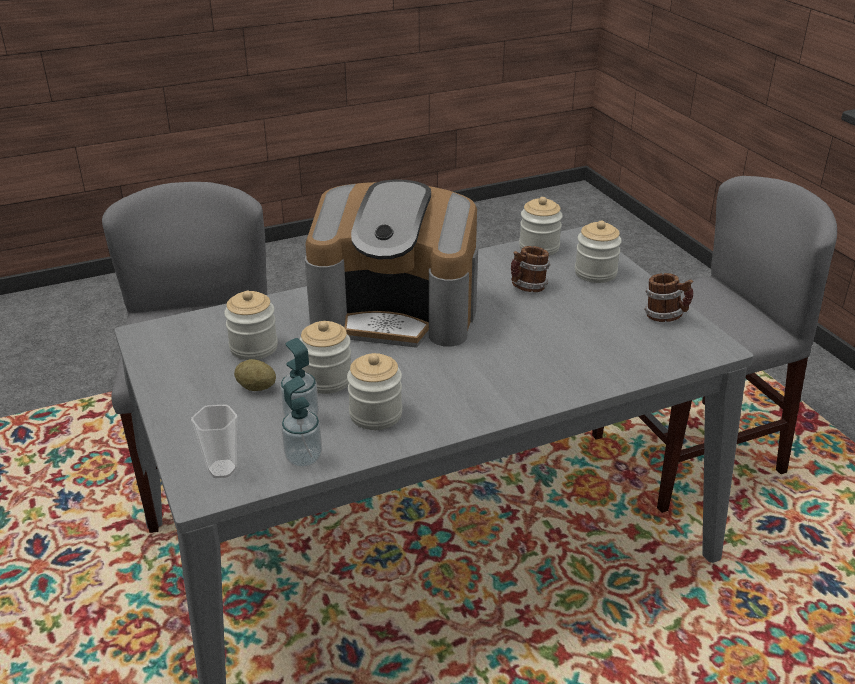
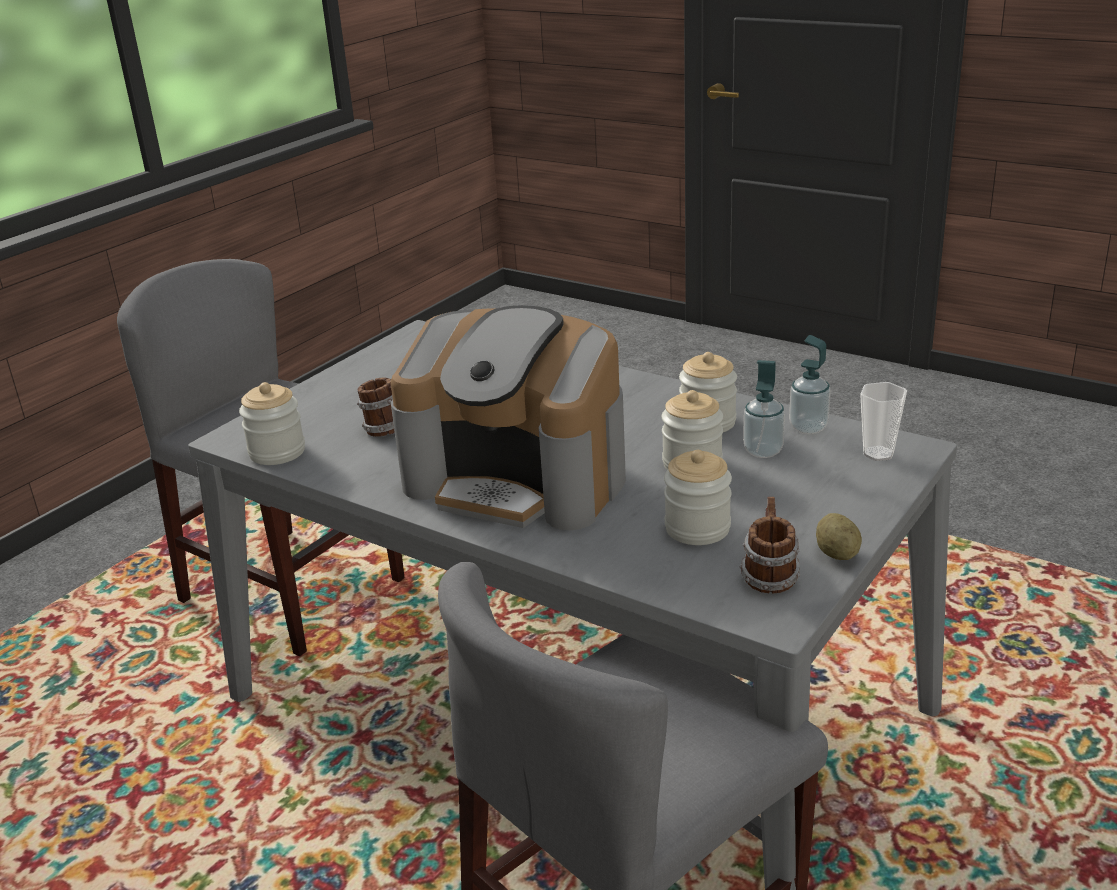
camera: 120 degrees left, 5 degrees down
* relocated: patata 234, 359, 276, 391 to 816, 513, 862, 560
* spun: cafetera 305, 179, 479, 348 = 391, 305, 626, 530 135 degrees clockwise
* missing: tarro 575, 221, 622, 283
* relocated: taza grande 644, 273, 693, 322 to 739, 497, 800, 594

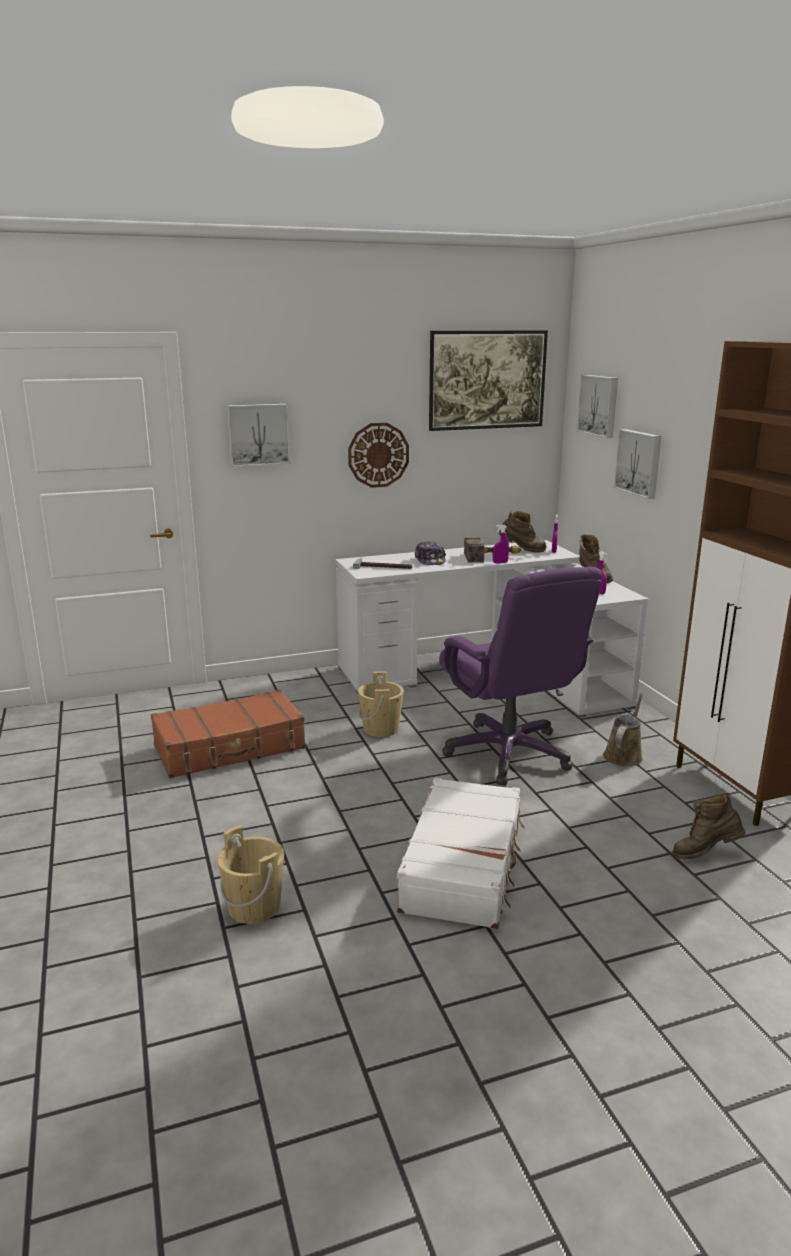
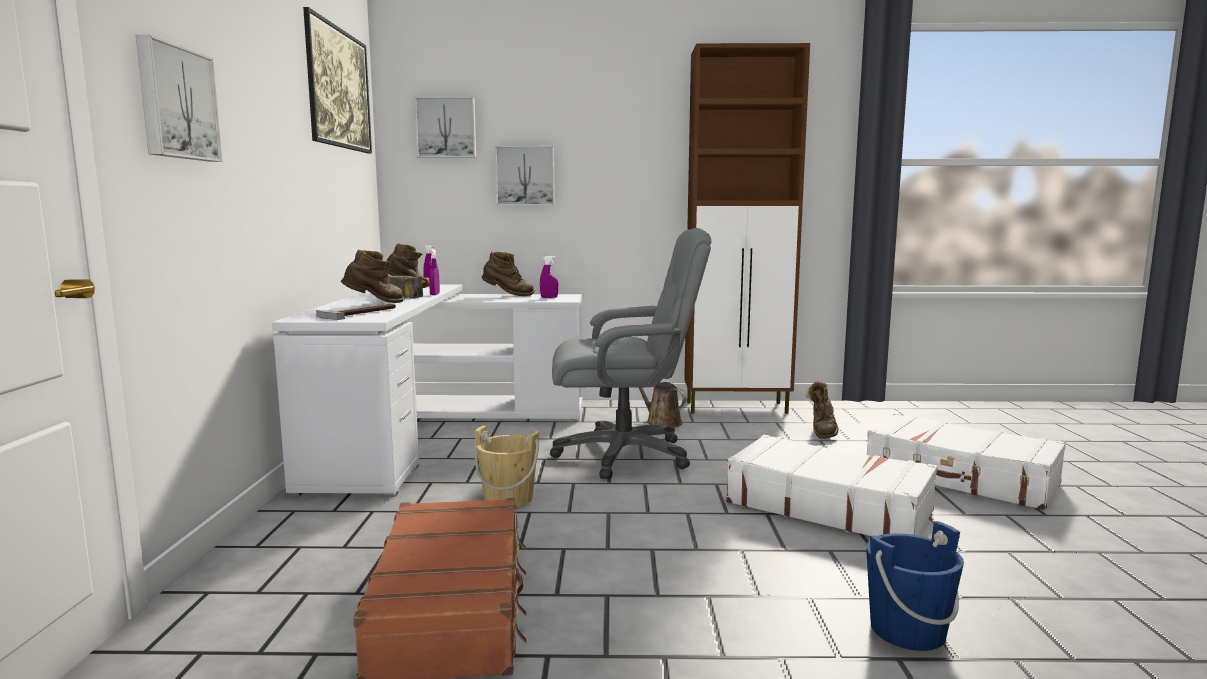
camera: 70 degrees left, 10 degrees down
* colour: cubo (beis) 217, 825, 284, 924 to cubo (azul) 866, 521, 964, 651
* missing: reloj de pared 348, 423, 409, 488
* exchanged: gorra 415, 542, 446, 565 to bota (marrón) 341, 250, 404, 303
* colour: silla de oficina (morado) 439, 567, 602, 785 to silla de oficina (gris) 550, 228, 712, 479
* appeared: maleta (blanco) 867, 413, 1066, 510

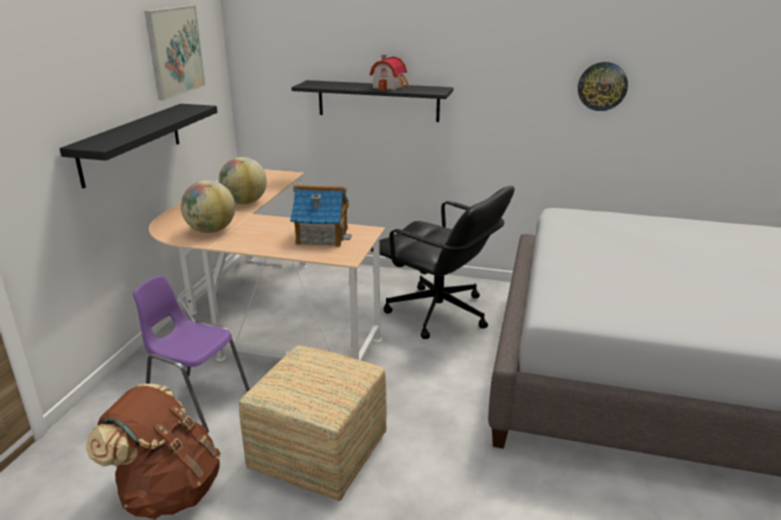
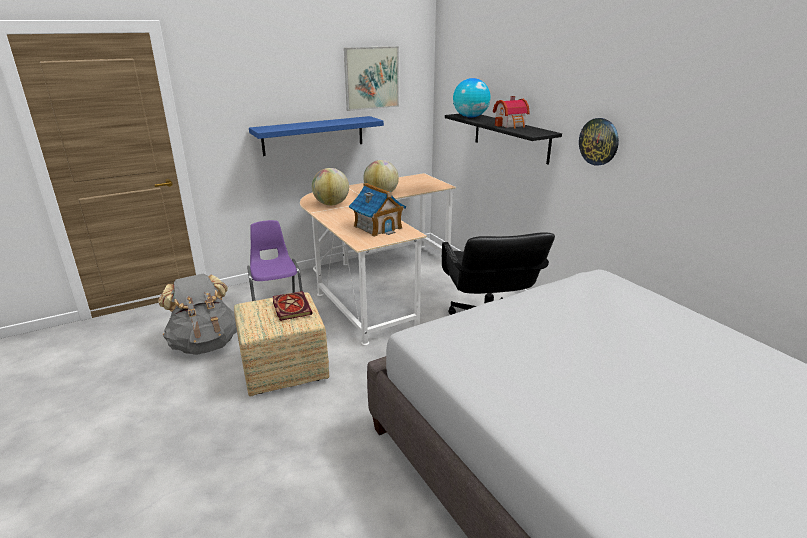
camera: 45 degrees right, 0 degrees up
* colour: estante (negro) 60, 104, 217, 189 to estante (azul) 249, 116, 384, 156
* colour: mochila (marrón) 85, 384, 220, 519 to mochila (gris) 159, 274, 237, 355
* relocated: reloj de pared 578, 62, 628, 111 to 579, 118, 619, 166
* appeared: libro 273, 291, 313, 321
* appeared: globo terráqueo 453, 78, 491, 118

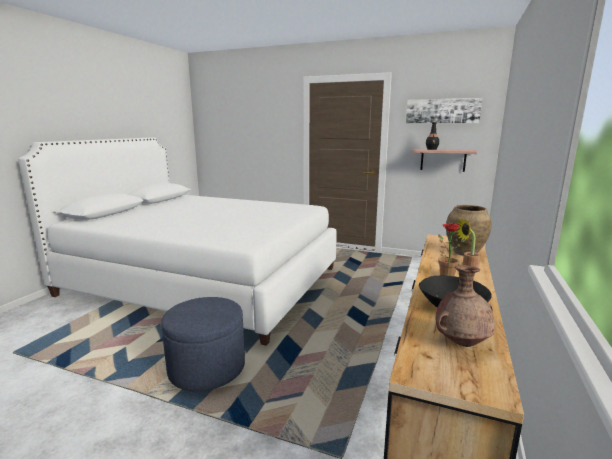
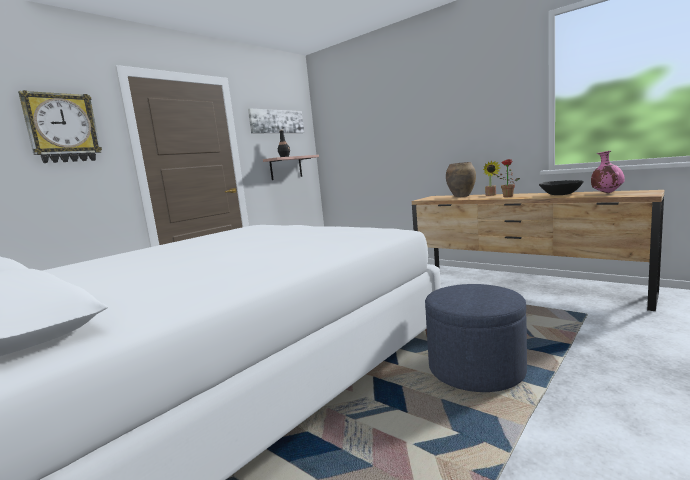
camera: 70 degrees left, 5 degrees down
* colour: florero (marrón) 435, 265, 495, 347 to florero (rosa) 591, 151, 625, 193
* appeared: reloj de pared 18, 90, 102, 163

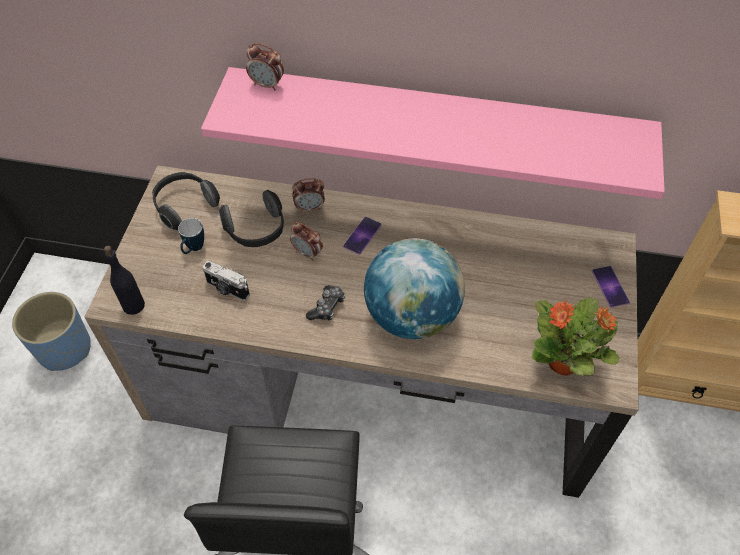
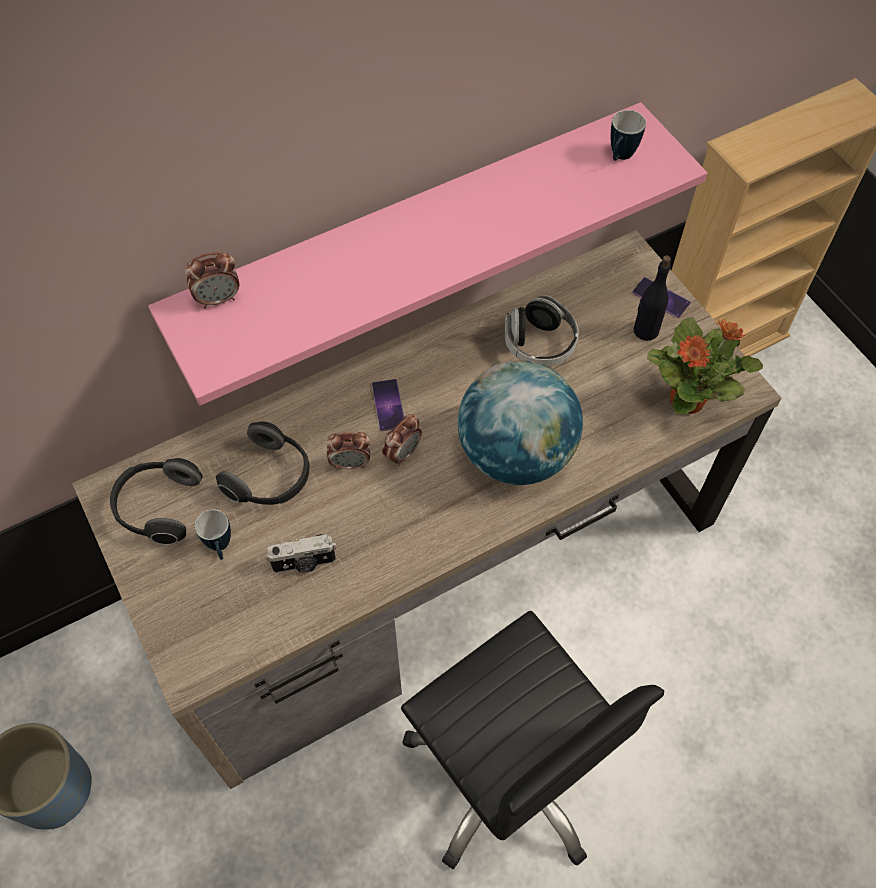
camera: 40 degrees left, 5 degrees up
* relocated: botella (negro) 104, 246, 145, 315 to 634, 255, 671, 341
* relocated: despertador 293, 178, 325, 213 to 382, 414, 422, 466
* missing: mando de consola 306, 285, 345, 320
* appeared: auriculares 505, 295, 579, 366
* appeared: taza grande 611, 110, 646, 161

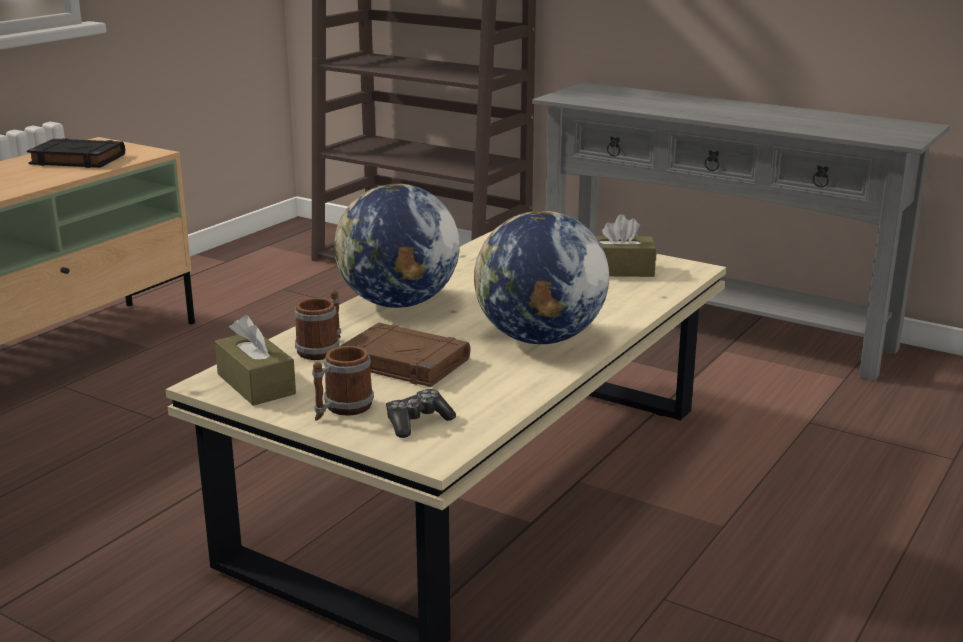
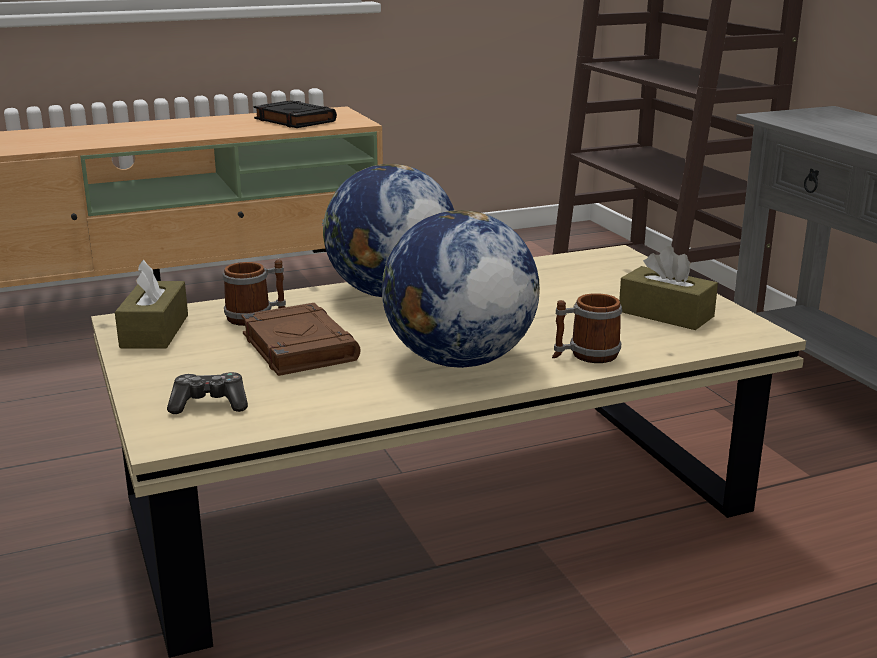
camera: 35 degrees right, 0 degrees up
* relocated: taza grande 312, 346, 374, 421 to 552, 293, 622, 363

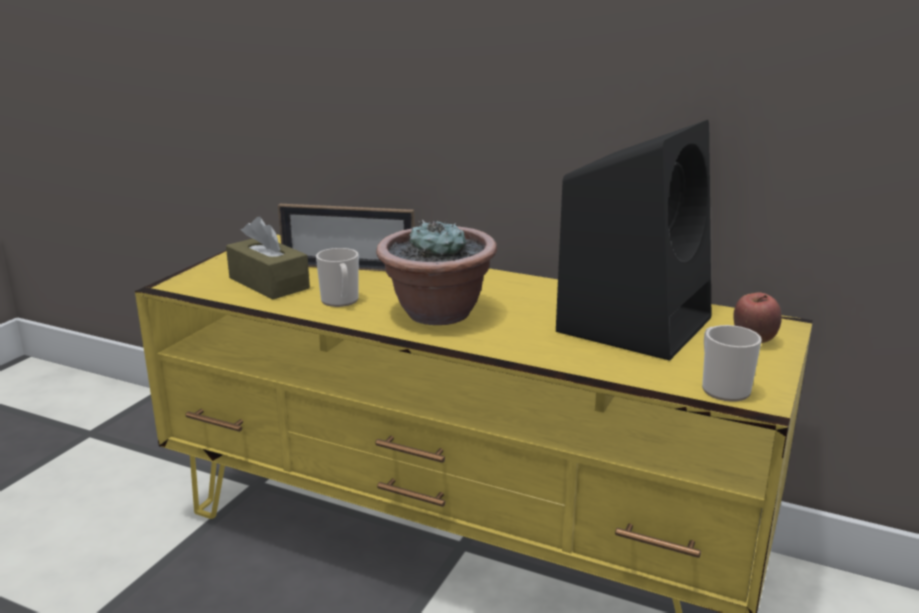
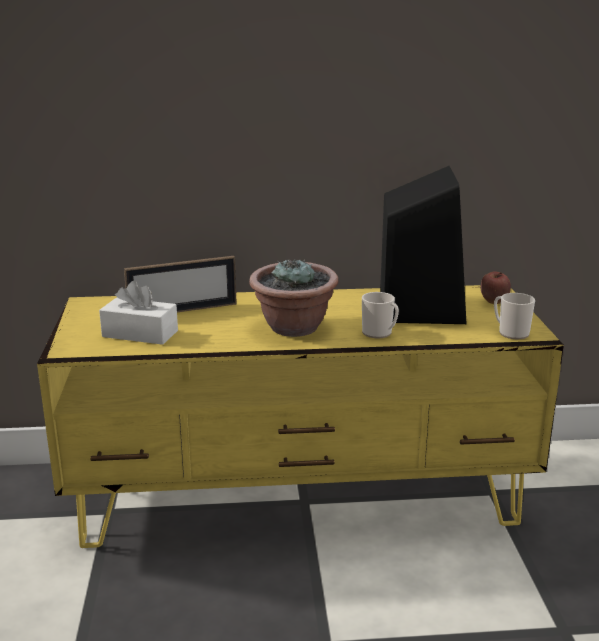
camera: 30 degrees left, 0 degrees up
* colour: caja de pañuelos (marrón) 226, 217, 310, 299 to caja de pañuelos (blanco) 99, 281, 178, 345
* relocated: taza grande 316, 248, 359, 307 to 362, 292, 399, 338

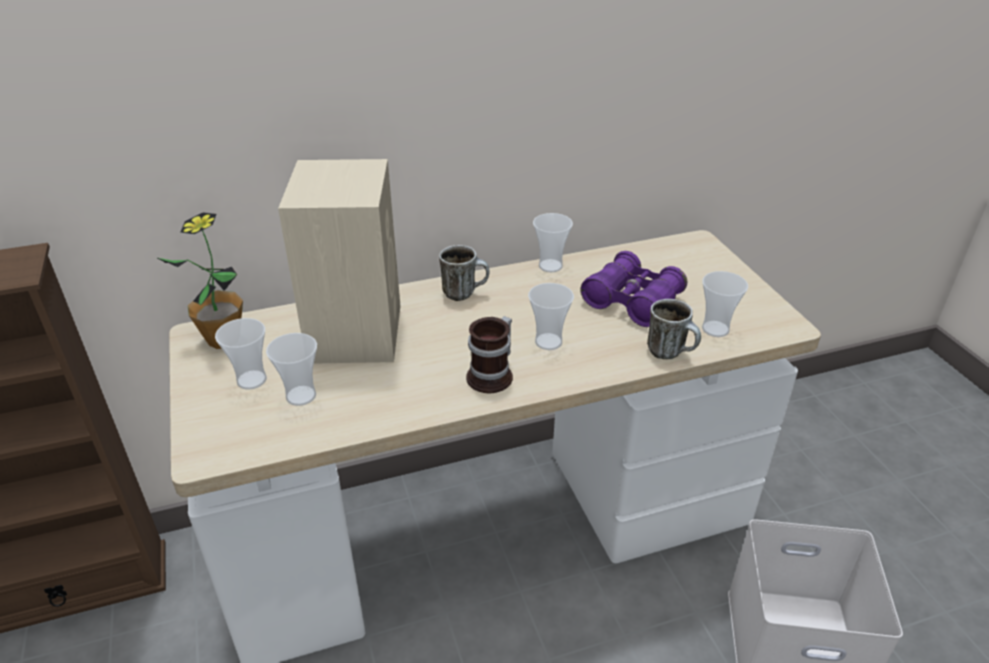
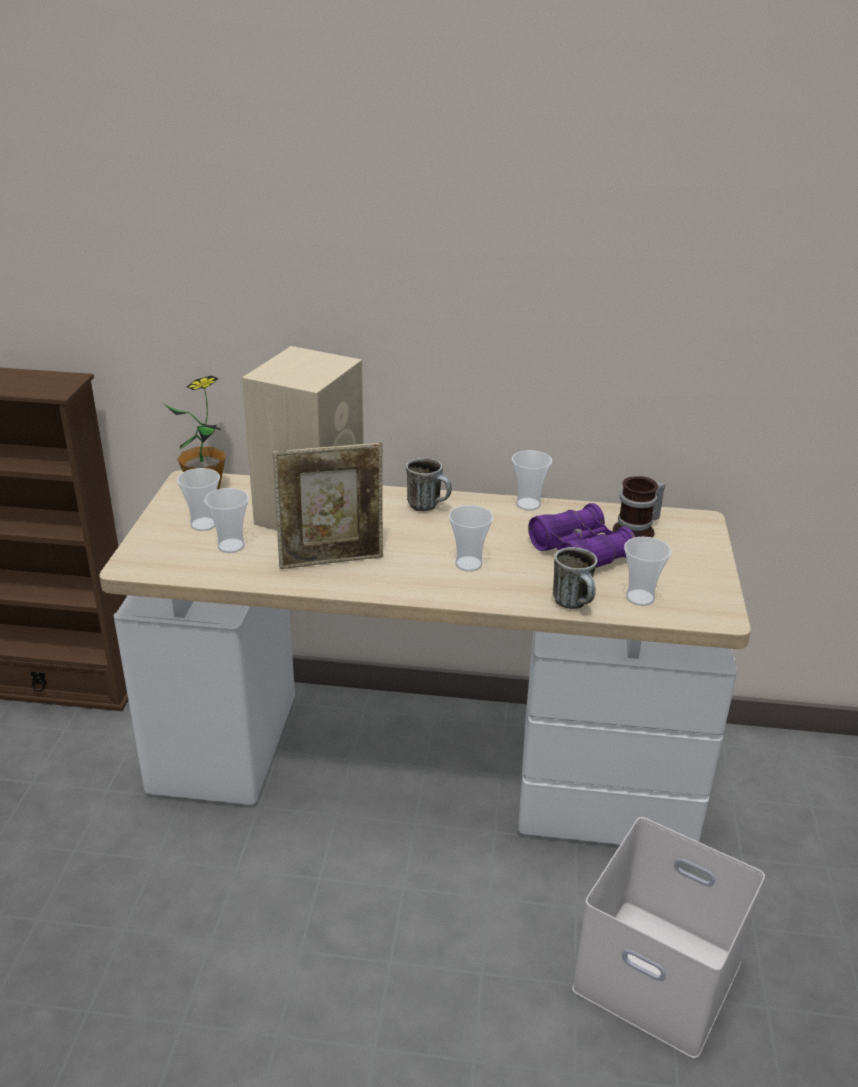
camera: 25 degrees right, 5 degrees down
* relocated: taza grande 466, 316, 513, 393 to 613, 476, 666, 538
* appeared: portarretratos 273, 443, 383, 569

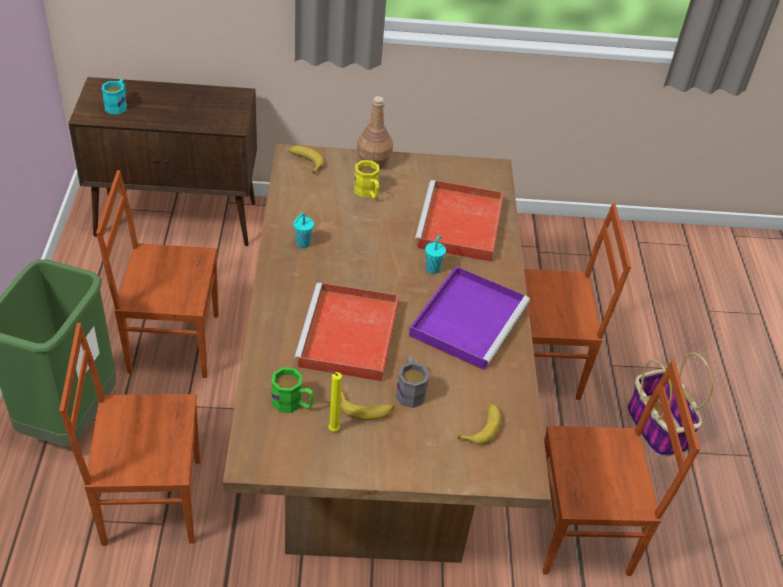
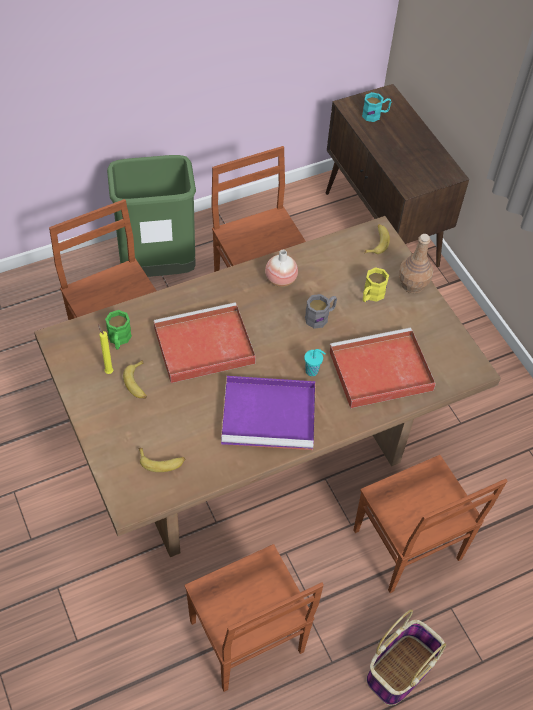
camera: 65 degrees right, 10 degrees up
* exchanged: taza (turquesa) 293, 212, 314, 248 to florero 265, 250, 298, 287
* relocated: taza grande (gris) 396, 355, 429, 408 to 305, 294, 337, 329

